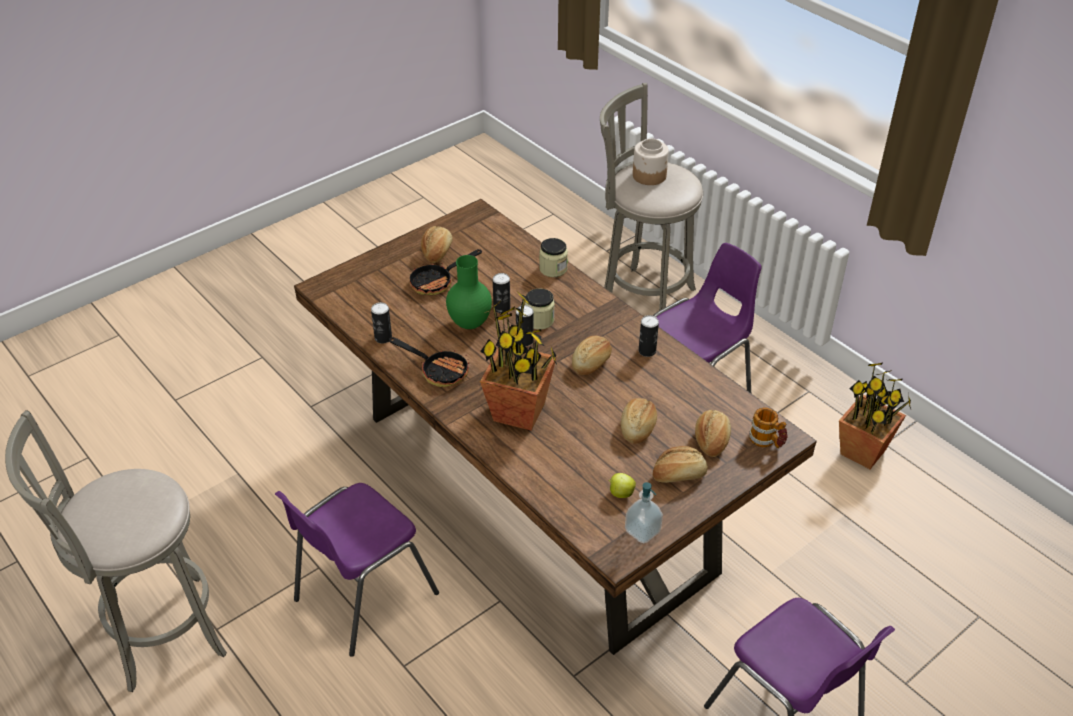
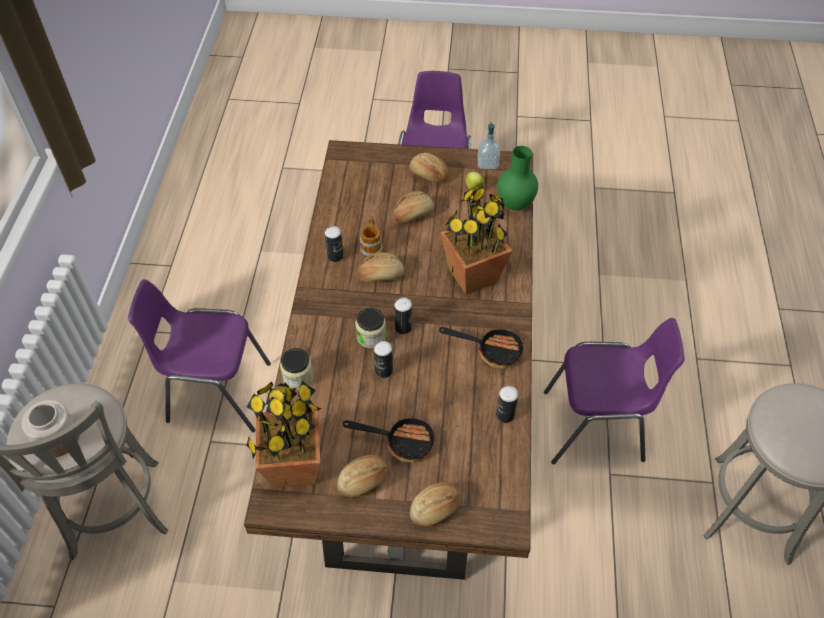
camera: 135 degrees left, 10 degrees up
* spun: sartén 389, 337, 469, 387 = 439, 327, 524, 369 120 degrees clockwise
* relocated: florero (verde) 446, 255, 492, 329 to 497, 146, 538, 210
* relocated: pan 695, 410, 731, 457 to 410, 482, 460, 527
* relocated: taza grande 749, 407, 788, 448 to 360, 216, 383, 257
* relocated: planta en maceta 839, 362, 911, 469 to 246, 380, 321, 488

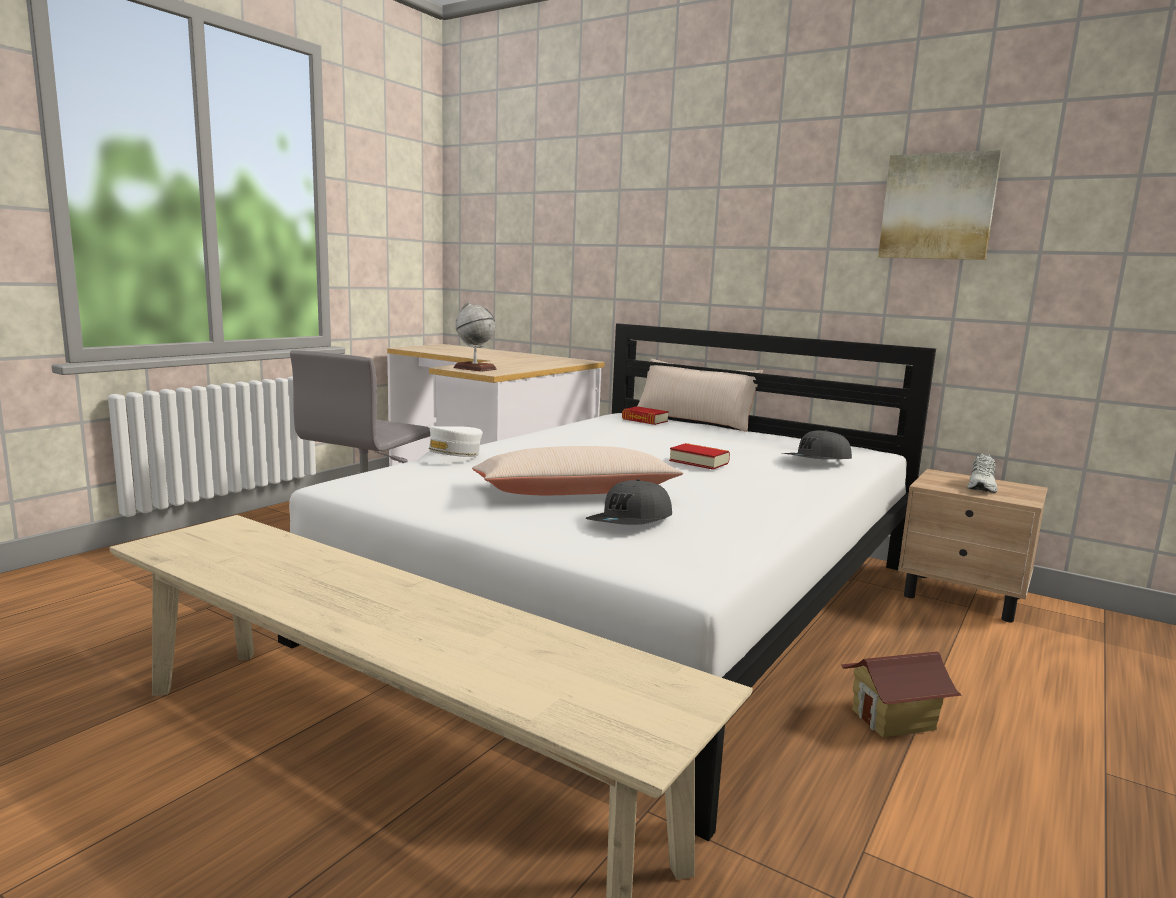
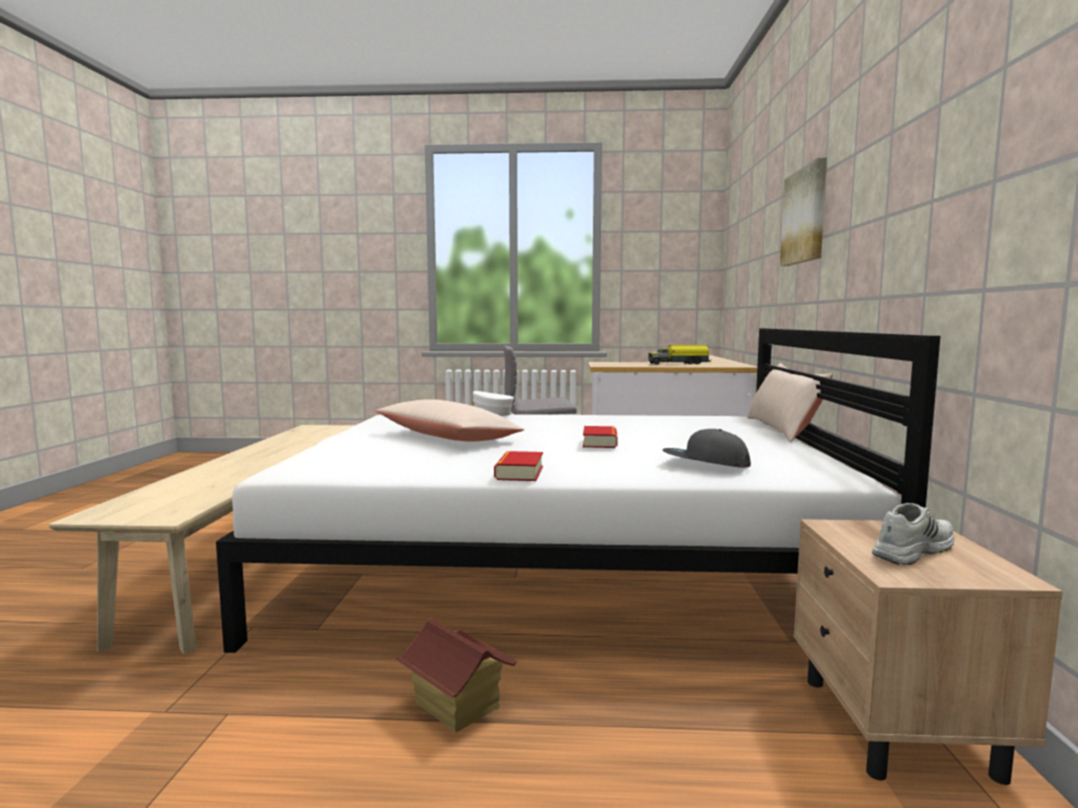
camera: 60 degrees right, 5 degrees down
* missing: globo terráqueo 453, 302, 497, 372
* missing: gorra (gris) 585, 479, 672, 525
* relocated: libro 622, 406, 669, 425 to 494, 451, 543, 481
* relocated: cuadro 878, 150, 1002, 260 to 780, 158, 827, 266
* spun: zapato (blanco) 967, 454, 998, 493 = 872, 503, 954, 565 150 degrees clockwise
* appeared: camión de juguete 648, 345, 711, 365

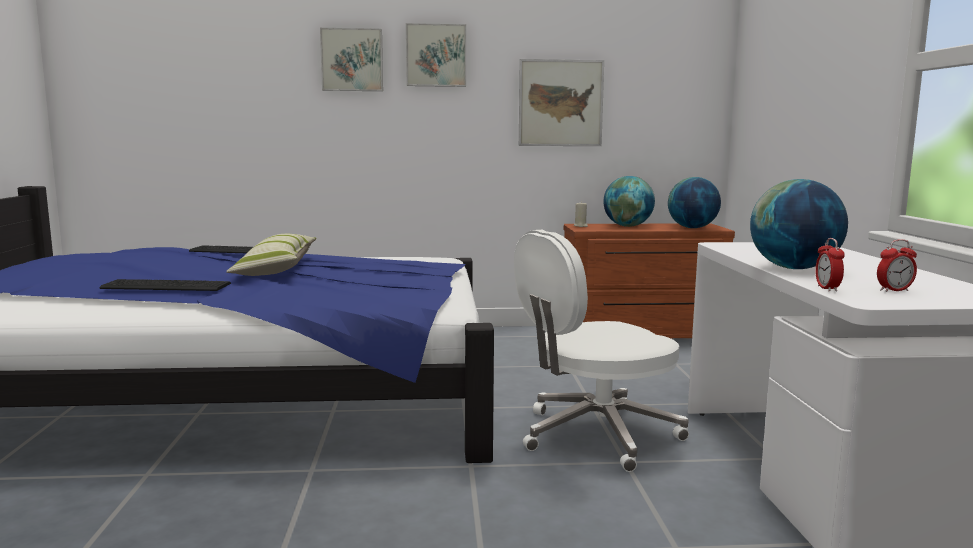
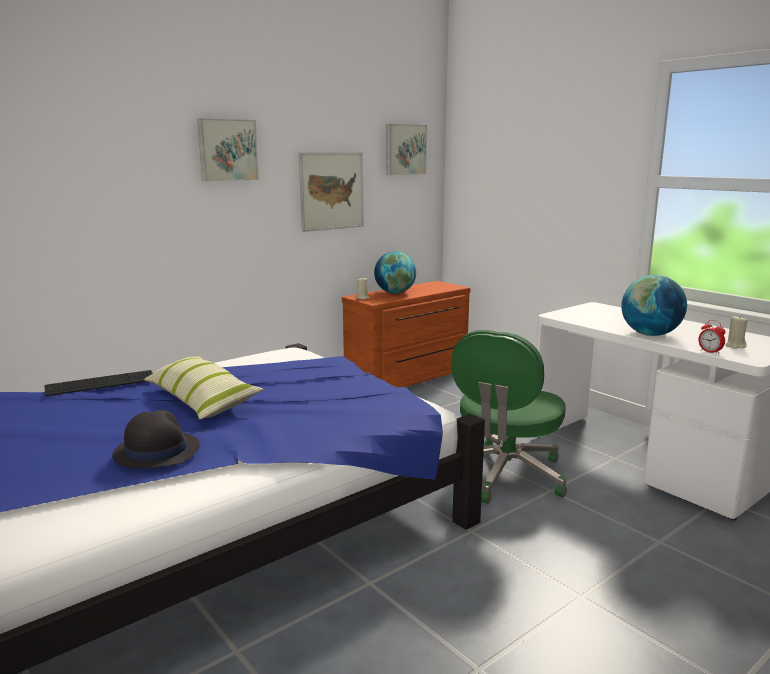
camera: 35 degrees left, 5 degrees up
* exchanged: teclado 99, 279, 231, 291 to sombrero (negro) 112, 410, 200, 468
* relocated: cuadro 320, 28, 383, 91 to 386, 124, 427, 175
* colour: silla de oficina (blanco) 514, 230, 689, 472 to silla de oficina (verde) 451, 330, 567, 504
* missing: globo terráqueo 668, 177, 721, 228
* exchanged: despertador 877, 240, 917, 292 to vela (beis) 726, 316, 748, 349

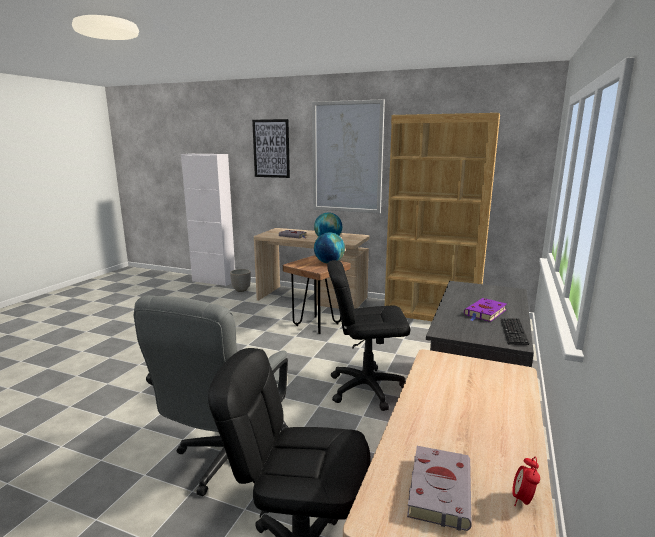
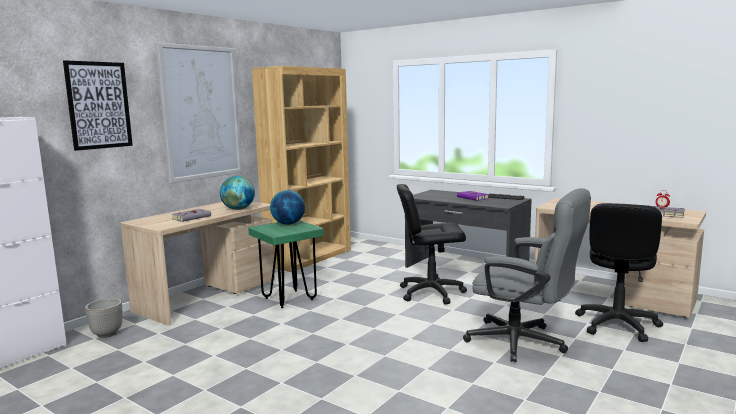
camera: 75 degrees left, 5 degrees down
* colour: taburete (marrón) 283, 256, 350, 334 to taburete (verde) 248, 220, 324, 308
* spun: silla de oficina (negro) 327, 260, 410, 411 = 397, 184, 467, 305 75 degrees clockwise

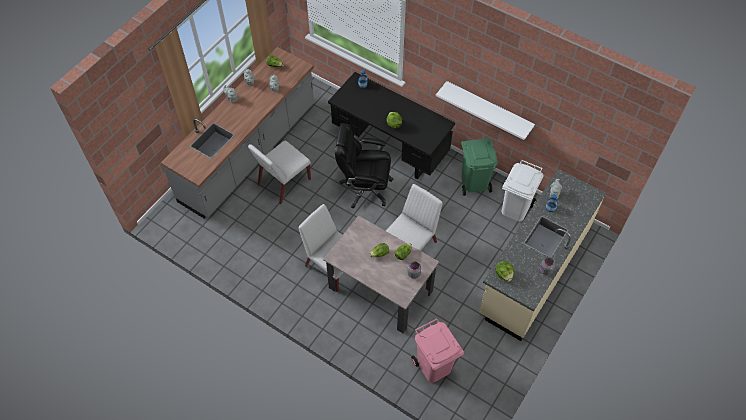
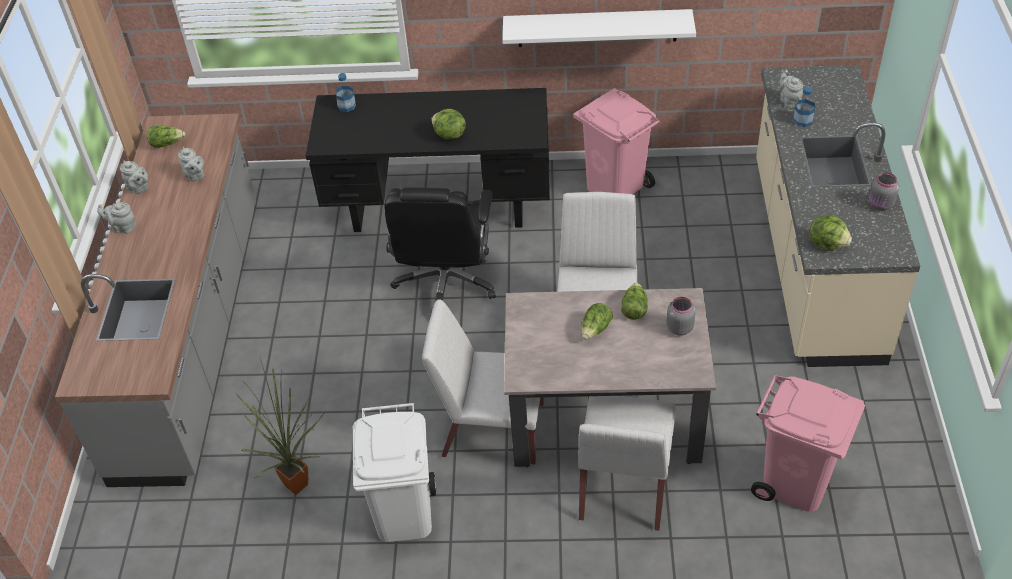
camera: 30 degrees left, 10 degrees down
* relocated: silla (blanco) 248, 140, 311, 204 to 578, 396, 676, 531
* spun: silla de oficina (negro) 335, 123, 393, 208 = 384, 187, 496, 318 60 degrees counterclockwise
* colour: papelera (verde) 461, 138, 498, 196 to papelera (rosa) 573, 88, 660, 194
* relocated: papelera (blanco) 502, 160, 543, 221 to 353, 403, 436, 542
* appeared: planta en maceta 236, 358, 325, 495

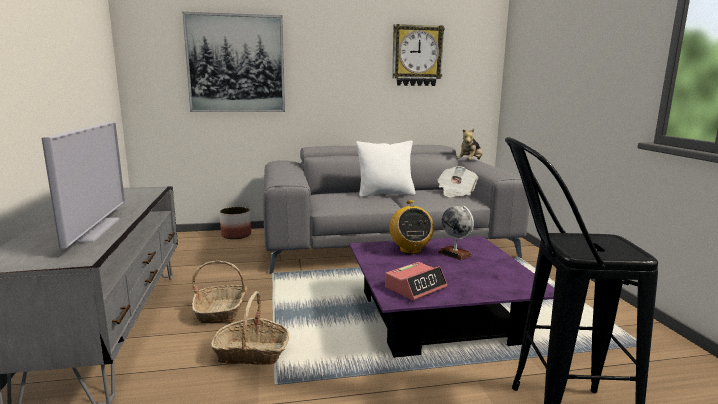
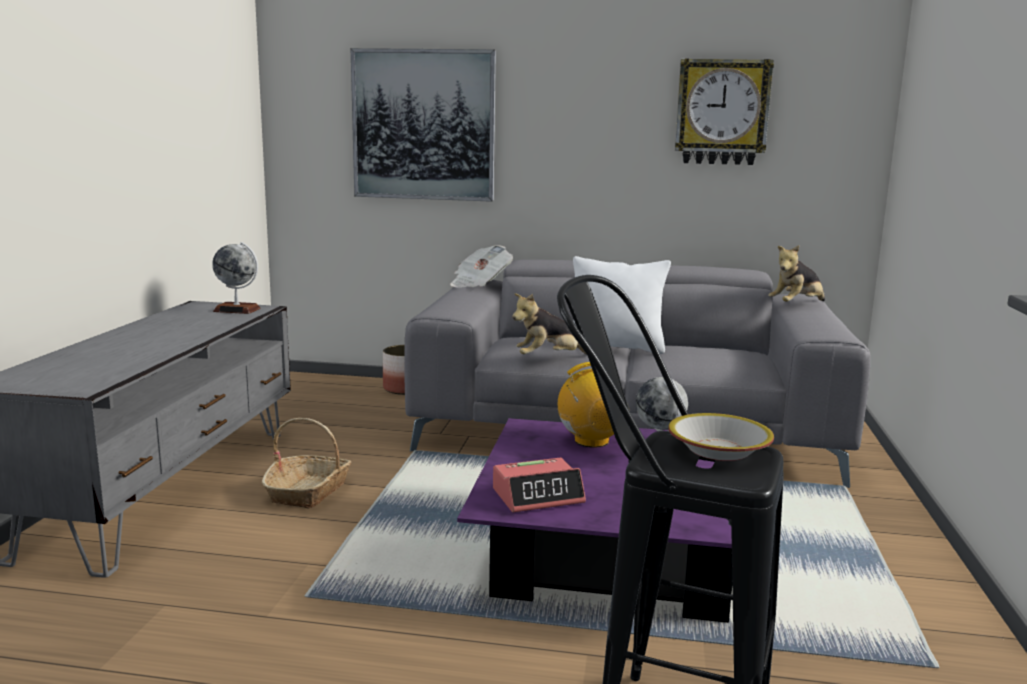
camera: 20 degrees right, 0 degrees up
* missing: televisor 42, 121, 125, 249
* missing: cesta 211, 291, 289, 365
* spun: radio 389, 200, 434, 254 = 557, 362, 630, 448 120 degrees counterclockwise
* relocated: periódico 437, 166, 479, 197 to 450, 245, 513, 288
* appeared: globo terráqueo 212, 242, 261, 314
* appeared: peluche 512, 293, 586, 354
* appeared: cuenco 668, 413, 774, 461

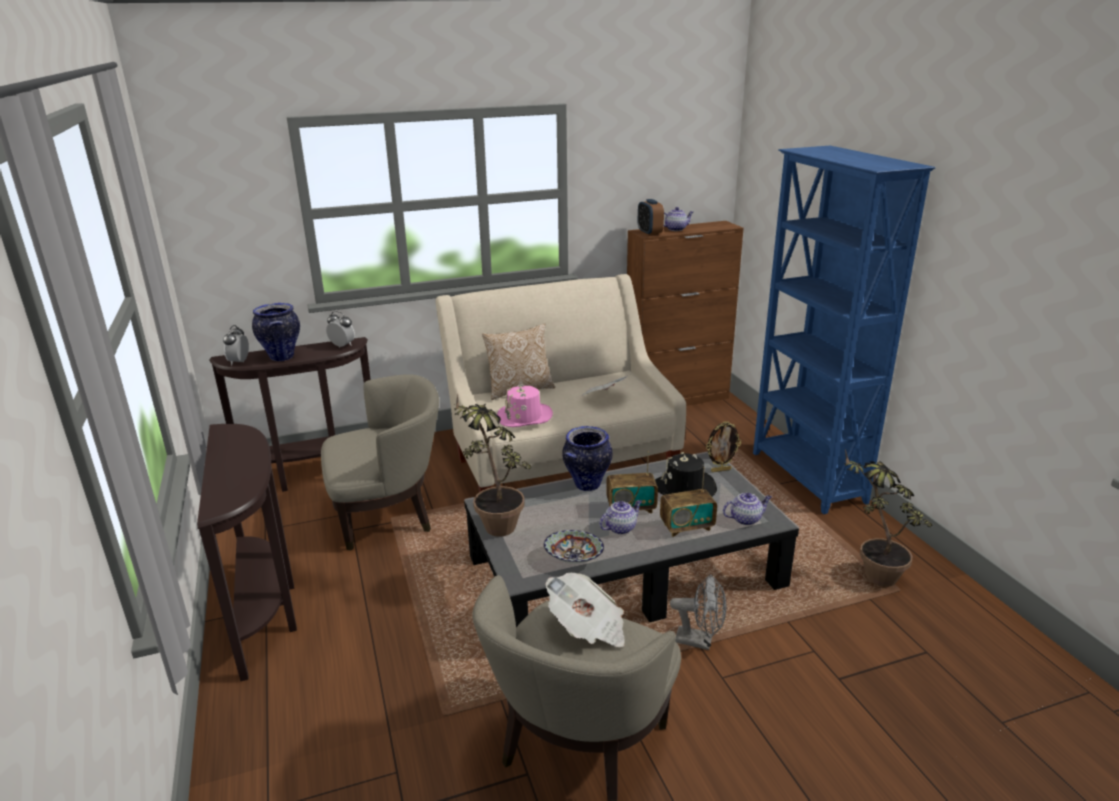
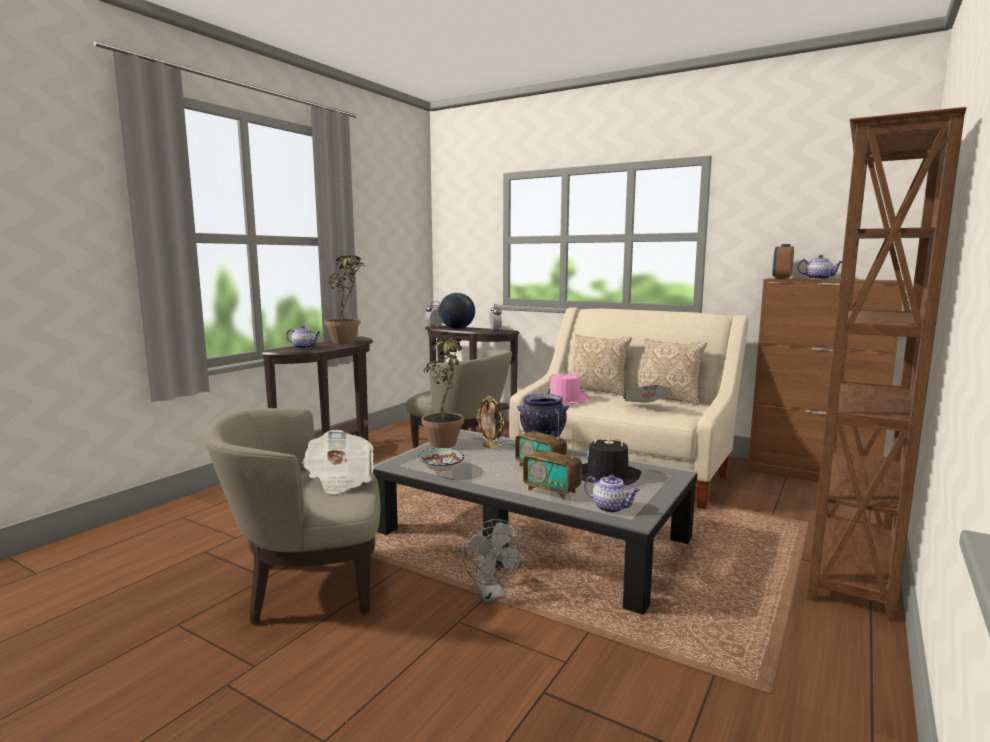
camera: 50 degrees right, 15 degrees down
* exchanged: florero 252, 303, 300, 361 to globo terráqueo 439, 293, 475, 329
* relocated: tetera 599, 500, 642, 535 to 286, 325, 320, 349
* relocated: portarretratos 706, 421, 741, 472 to 476, 396, 504, 450
* colour: estantería (azul) 753, 146, 936, 514 to estantería (marrón) 807, 107, 967, 622
* relocated: planta en maceta 844, 449, 932, 587 to 325, 255, 365, 344
* appeared: cojín 638, 338, 708, 405

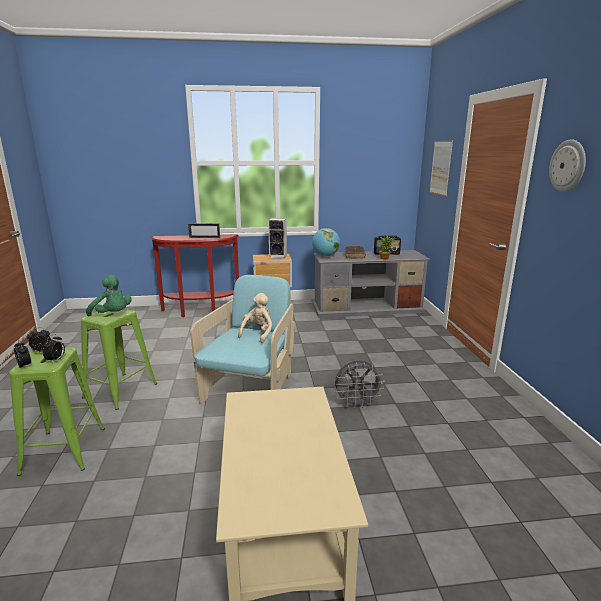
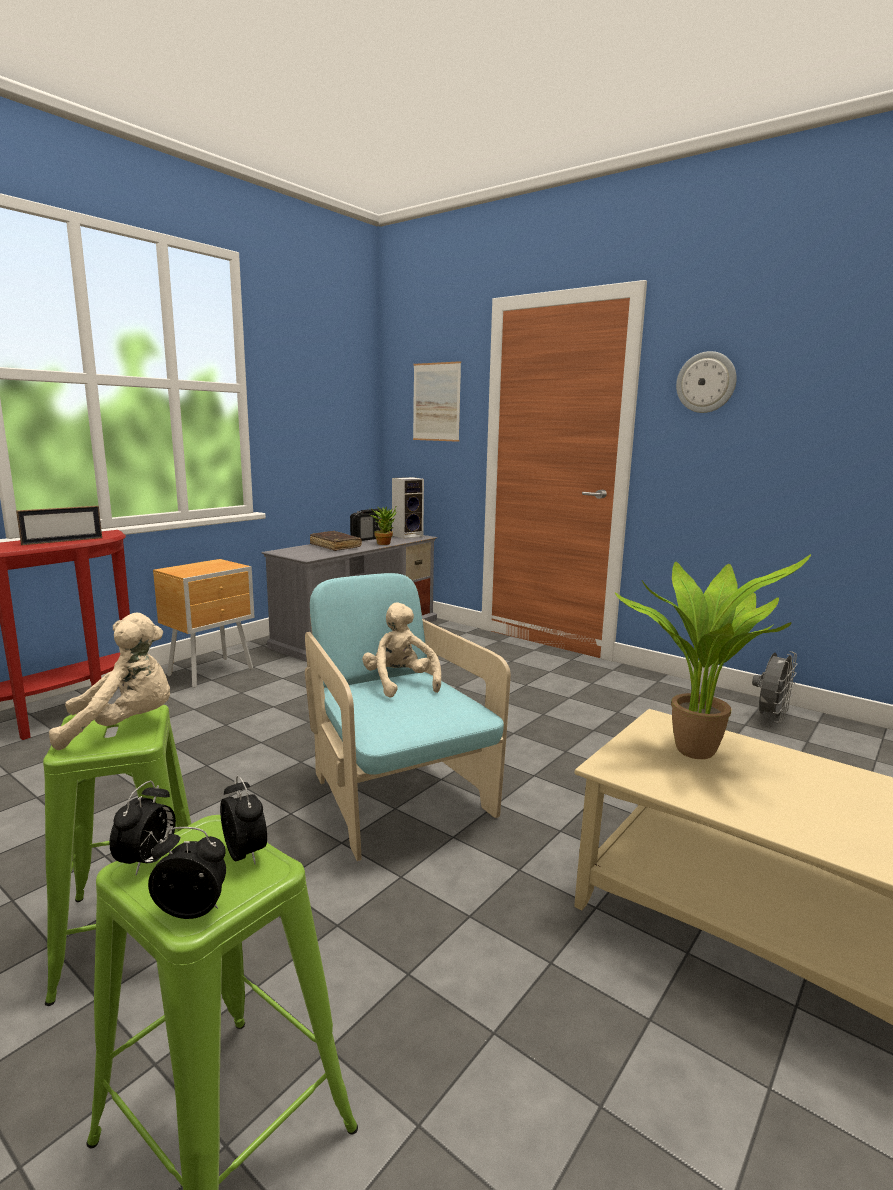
camera: 45 degrees left, 5 degrees down
* colour: peluche (verde) 86, 275, 132, 316 to peluche (beis) 49, 613, 170, 750
* relocated: altavoz 268, 218, 287, 259 to 392, 477, 424, 539
* missing: globo terráqueo 312, 228, 340, 257
* relocated: ventilador (gris) 334, 360, 385, 409 to 752, 651, 797, 723
* appeared: planta en maceta 615, 554, 811, 759

